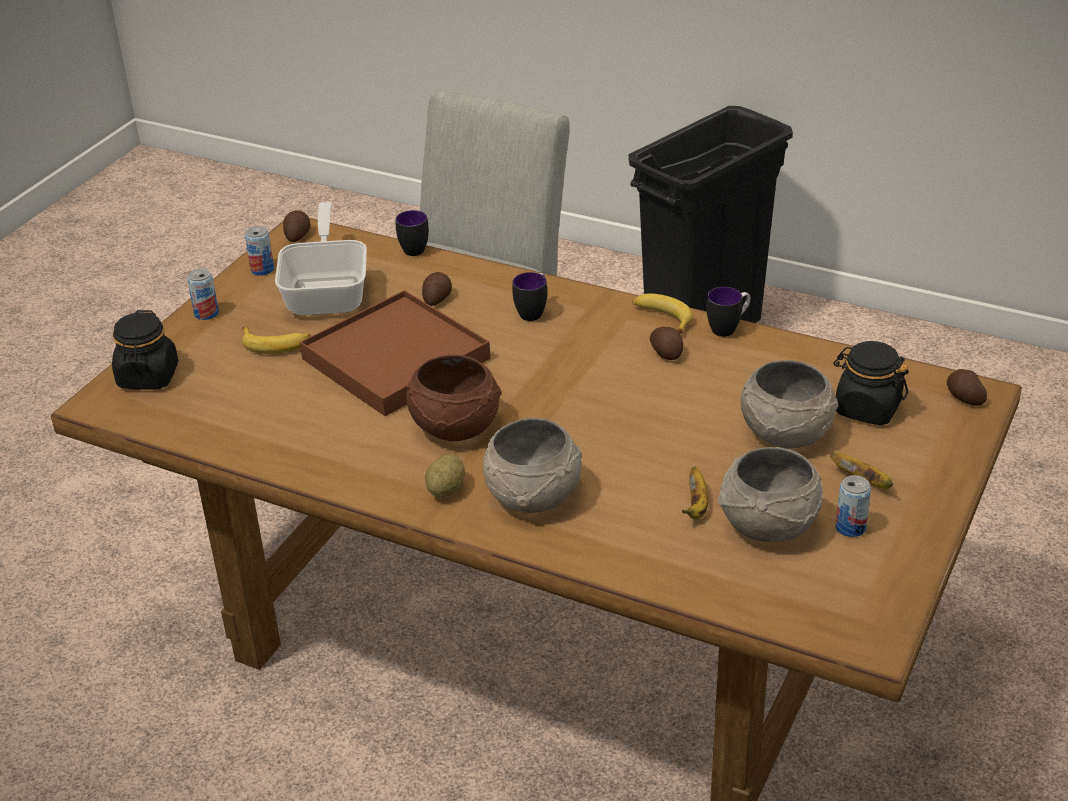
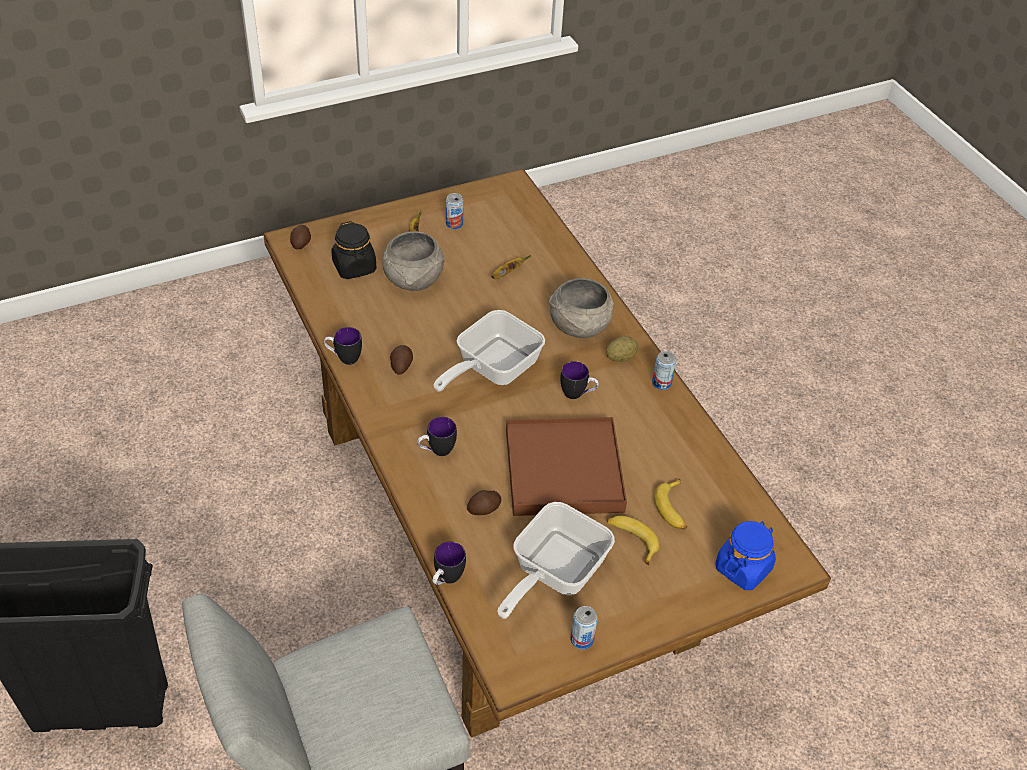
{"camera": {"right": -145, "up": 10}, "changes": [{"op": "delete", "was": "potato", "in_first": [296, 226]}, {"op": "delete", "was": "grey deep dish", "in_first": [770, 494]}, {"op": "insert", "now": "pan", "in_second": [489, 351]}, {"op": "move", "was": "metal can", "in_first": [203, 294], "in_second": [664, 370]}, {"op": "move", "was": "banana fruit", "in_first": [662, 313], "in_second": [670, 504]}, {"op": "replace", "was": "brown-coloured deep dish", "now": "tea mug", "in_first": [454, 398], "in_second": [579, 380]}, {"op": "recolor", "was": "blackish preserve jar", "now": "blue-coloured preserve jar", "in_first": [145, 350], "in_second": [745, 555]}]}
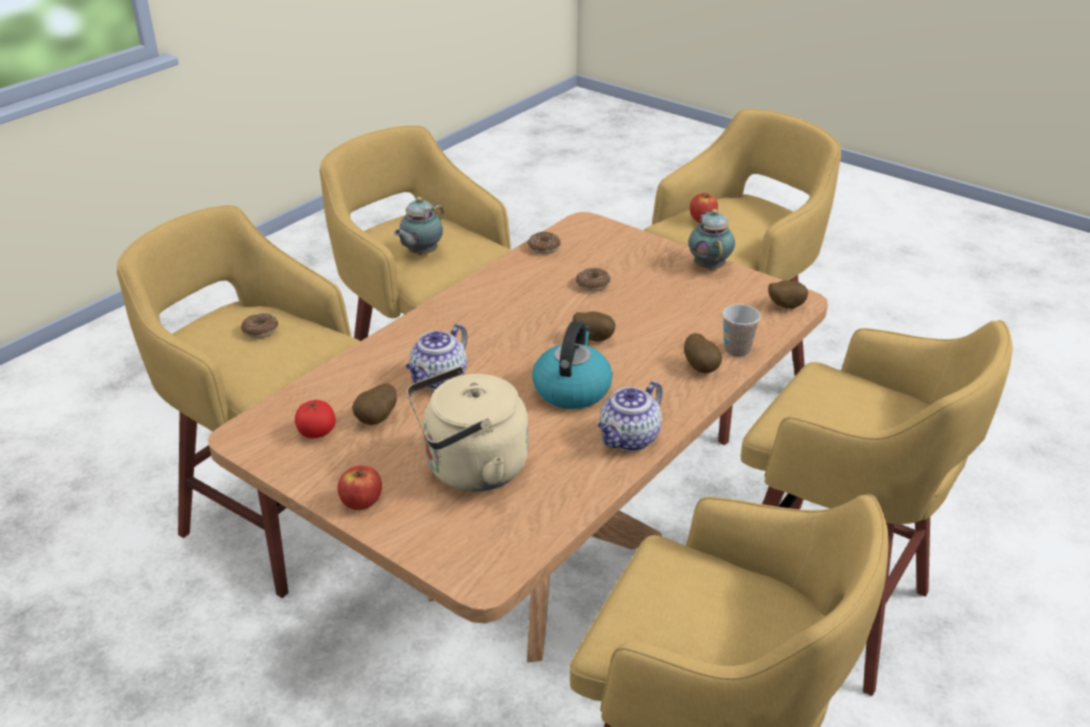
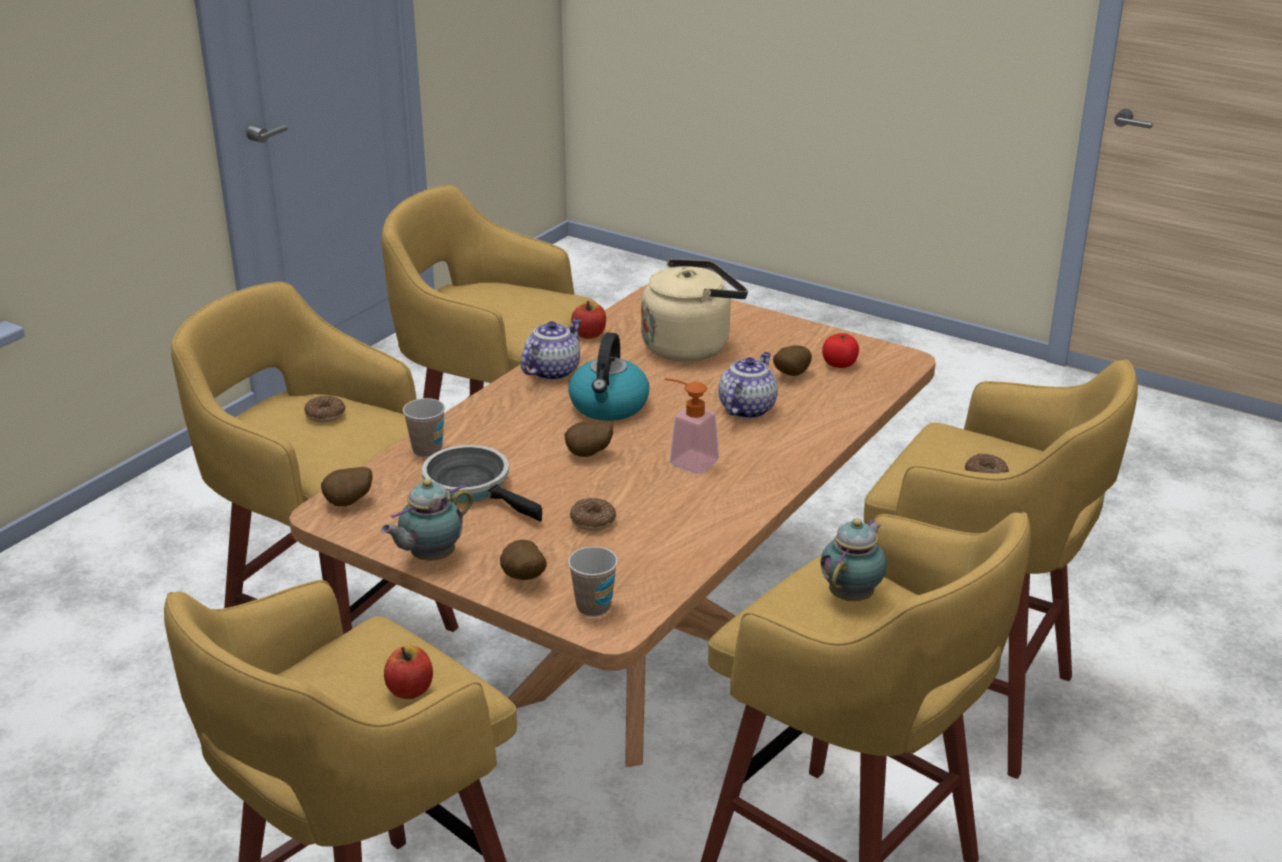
{"camera": {"right": 175, "up": -5}, "changes": [{"op": "insert", "now": "pan", "in_second": [482, 483]}, {"op": "insert", "now": "drinking cup", "in_second": [593, 582]}, {"op": "insert", "now": "liquid soap bottle", "in_second": [692, 426]}, {"op": "move", "was": "whole apple", "in_first": [359, 487], "in_second": [588, 320]}, {"op": "move", "was": "ring doughnut", "in_first": [544, 243], "in_second": [325, 409]}, {"op": "move", "was": "potato", "in_first": [703, 353], "in_second": [523, 560]}, {"op": "rotate", "was": "pot for tea", "in_first": [711, 239], "in_second": [427, 520], "clockwise": 60}]}
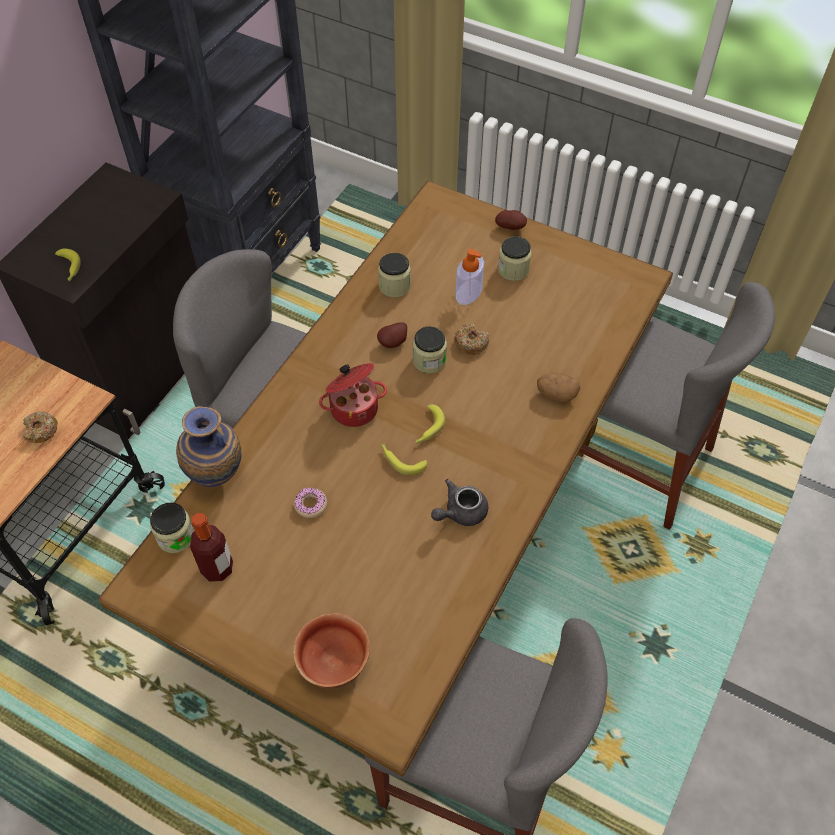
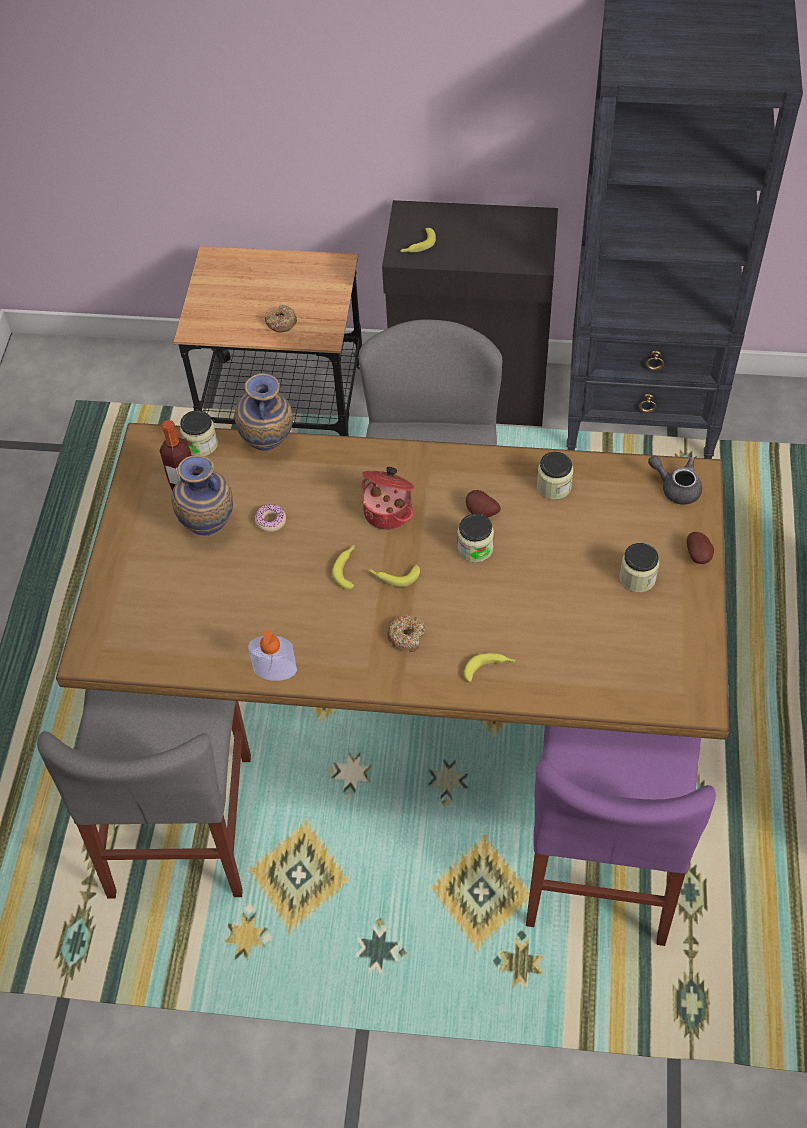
{"camera": {"right": 70, "up": 0}, "changes": [{"op": "delete", "was": "deep dish", "in_first": [331, 651]}, {"op": "insert", "now": "decorative vase", "in_second": [202, 495]}, {"op": "move", "was": "grey pot for tea", "in_first": [459, 502], "in_second": [675, 480]}, {"op": "move", "was": "ring doughnut", "in_first": [471, 338], "in_second": [407, 633]}, {"op": "move", "was": "liquid soap bottle", "in_first": [470, 277], "in_second": [272, 655]}, {"op": "replace", "was": "potato", "now": "banana fruit", "in_first": [558, 387], "in_second": [490, 667]}, {"op": "recolor", "was": "grey plain chair", "now": "purplish plain chair", "in_first": [677, 406], "in_second": [621, 836]}]}
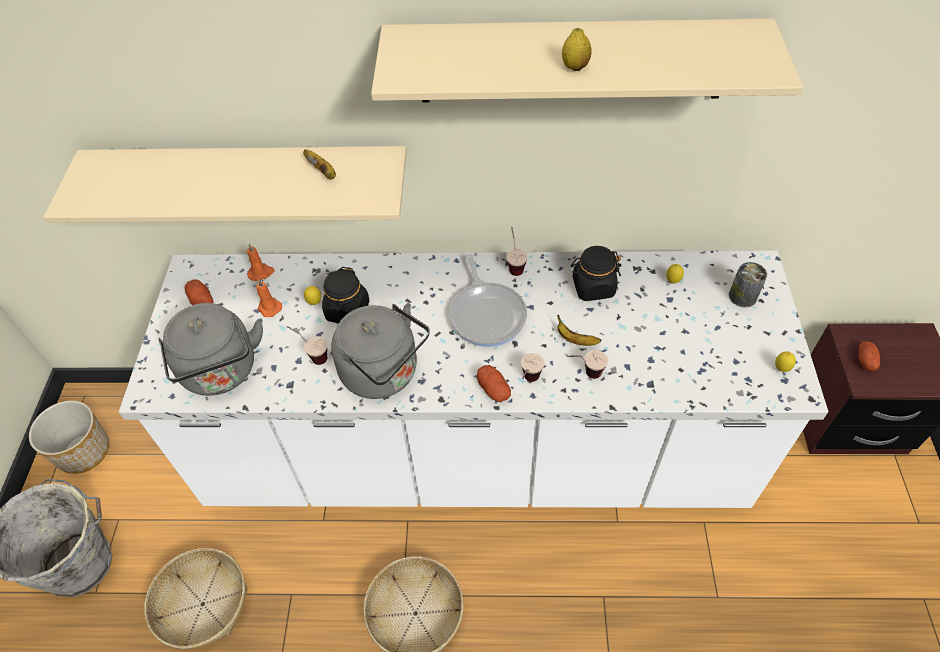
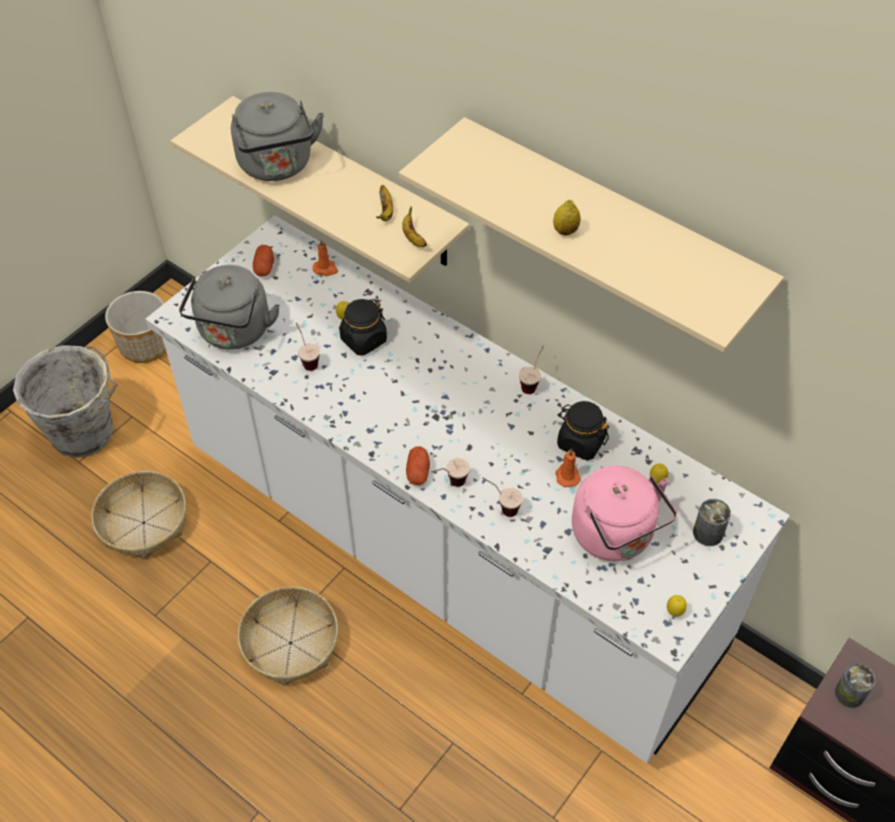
{"camera": {"right": 35, "up": 0}, "changes": [{"op": "delete", "was": "pan", "in_first": [488, 300]}, {"op": "insert", "now": "pink-coloured kettle", "in_second": [624, 513]}, {"op": "move", "was": "orangey wax candle", "in_first": [269, 298], "in_second": [568, 468]}, {"op": "move", "was": "grey kettle", "in_first": [380, 351], "in_second": [277, 136]}, {"op": "move", "was": "banana fruit", "in_first": [579, 330], "in_second": [414, 226]}, {"op": "replace", "was": "potato", "now": "metal can", "in_first": [869, 356], "in_second": [855, 686]}]}
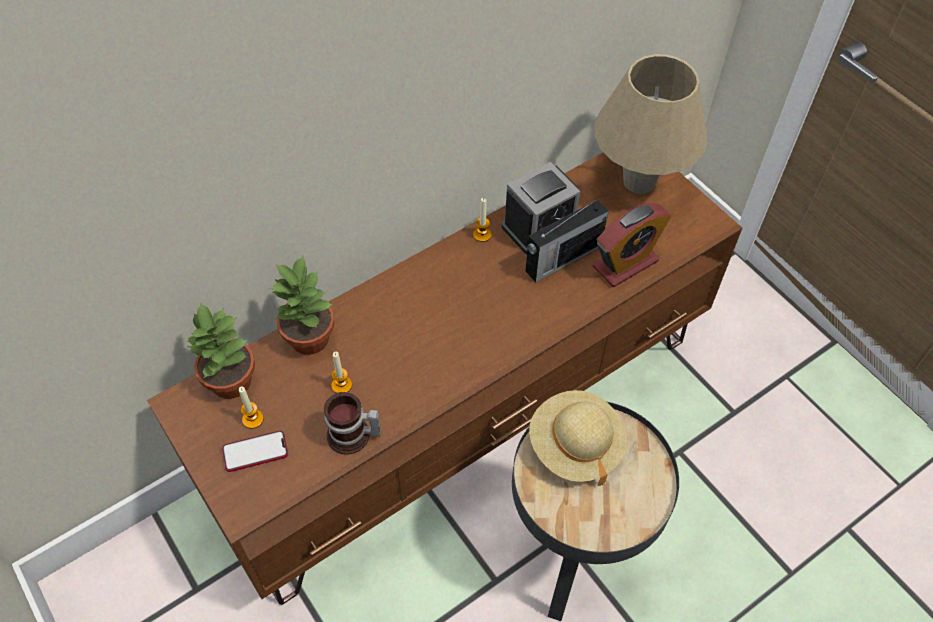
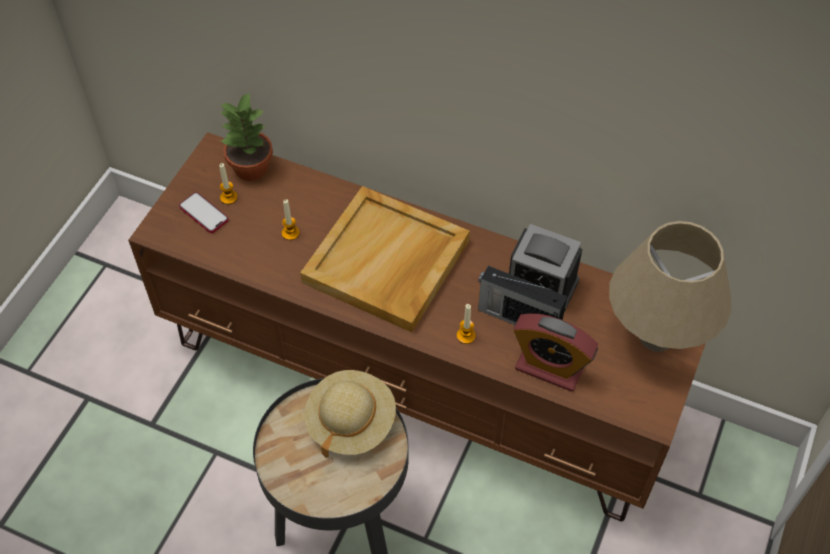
{"camera": {"right": 60, "up": 0}, "changes": [{"op": "delete", "was": "plant in a pot", "in_first": [302, 305]}, {"op": "delete", "was": "tea mug", "in_first": [352, 423]}, {"op": "insert", "now": "beige-coloured serving tray", "in_second": [385, 259]}, {"op": "move", "was": "wax candle", "in_first": [482, 220], "in_second": [466, 324]}]}
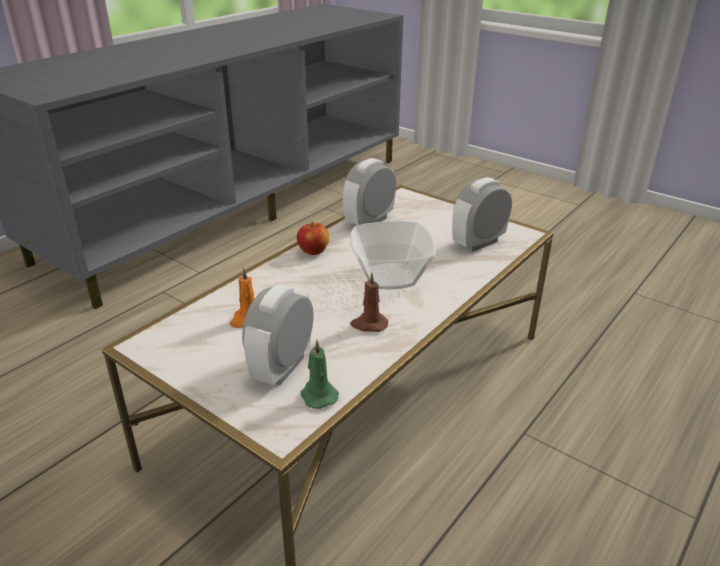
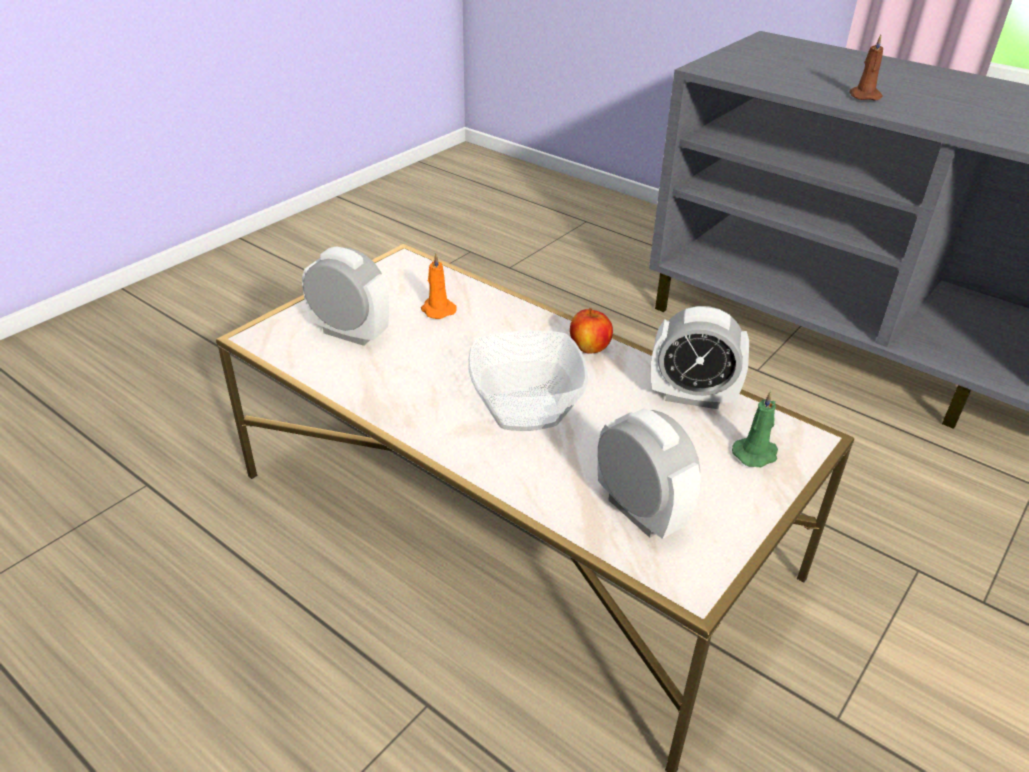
{"camera": {"right": 90, "up": 5}, "changes": [{"op": "move", "was": "green wax candle", "in_first": [319, 374], "in_second": [755, 429]}, {"op": "move", "was": "brown-coloured wax candle", "in_first": [369, 302], "in_second": [866, 68]}, {"op": "rotate", "was": "table clock", "in_first": [370, 192], "in_second": [700, 357], "clockwise": 150}]}
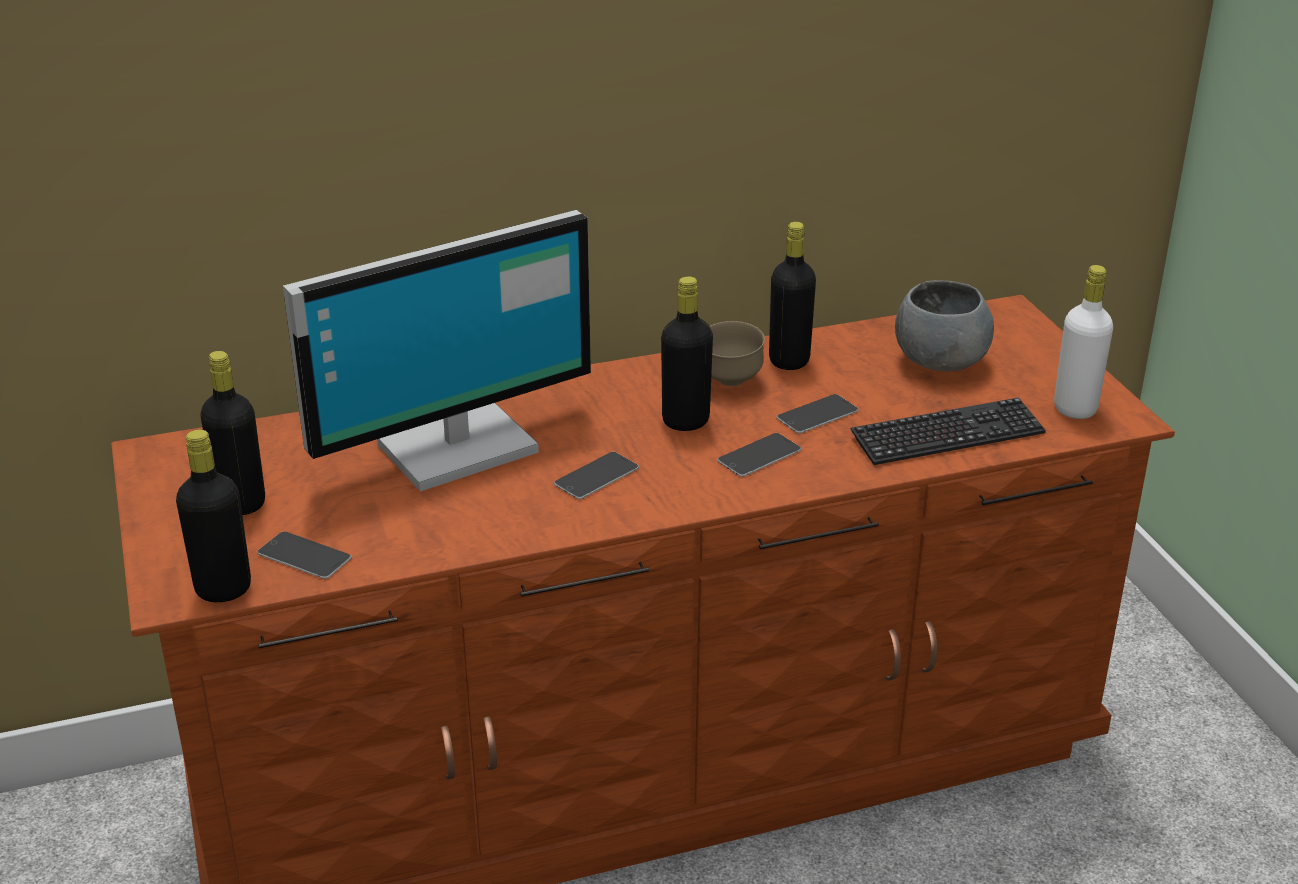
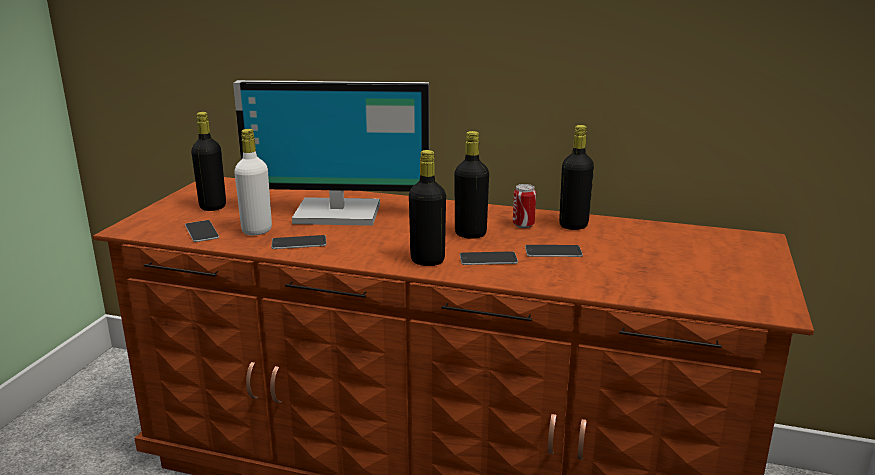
{"camera": {"right": 35, "up": -10}, "changes": [{"op": "delete", "was": "computer keyboard", "in_first": [948, 431]}, {"op": "delete", "was": "grey deep dish", "in_first": [944, 325]}, {"op": "move", "was": "blackish bottle", "in_first": [213, 516], "in_second": [427, 208]}, {"op": "move", "was": "handset", "in_first": [596, 475], "in_second": [299, 242]}, {"op": "move", "was": "white-coloured bottle", "in_first": [1083, 342], "in_second": [253, 182]}, {"op": "replace", "was": "brown-coloured deep dish", "now": "metal can", "in_first": [737, 353], "in_second": [524, 206]}]}
